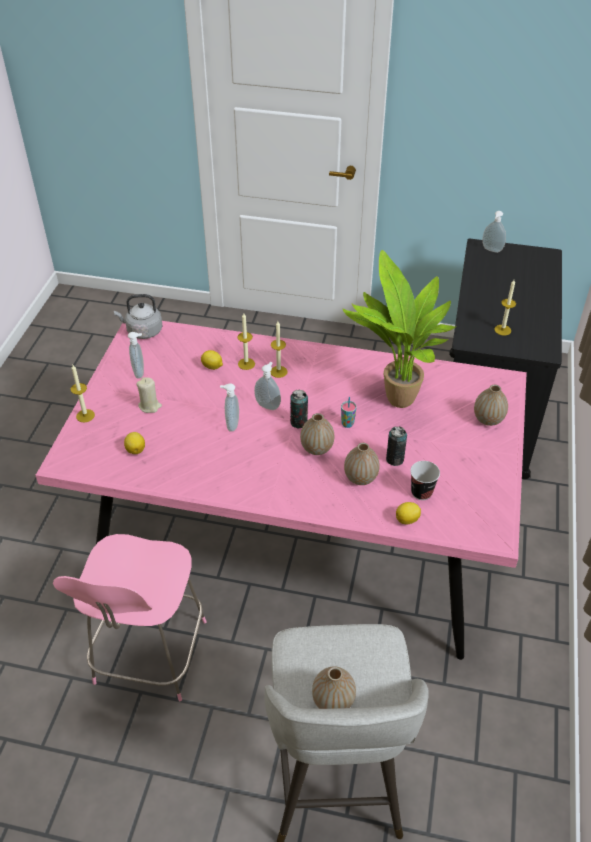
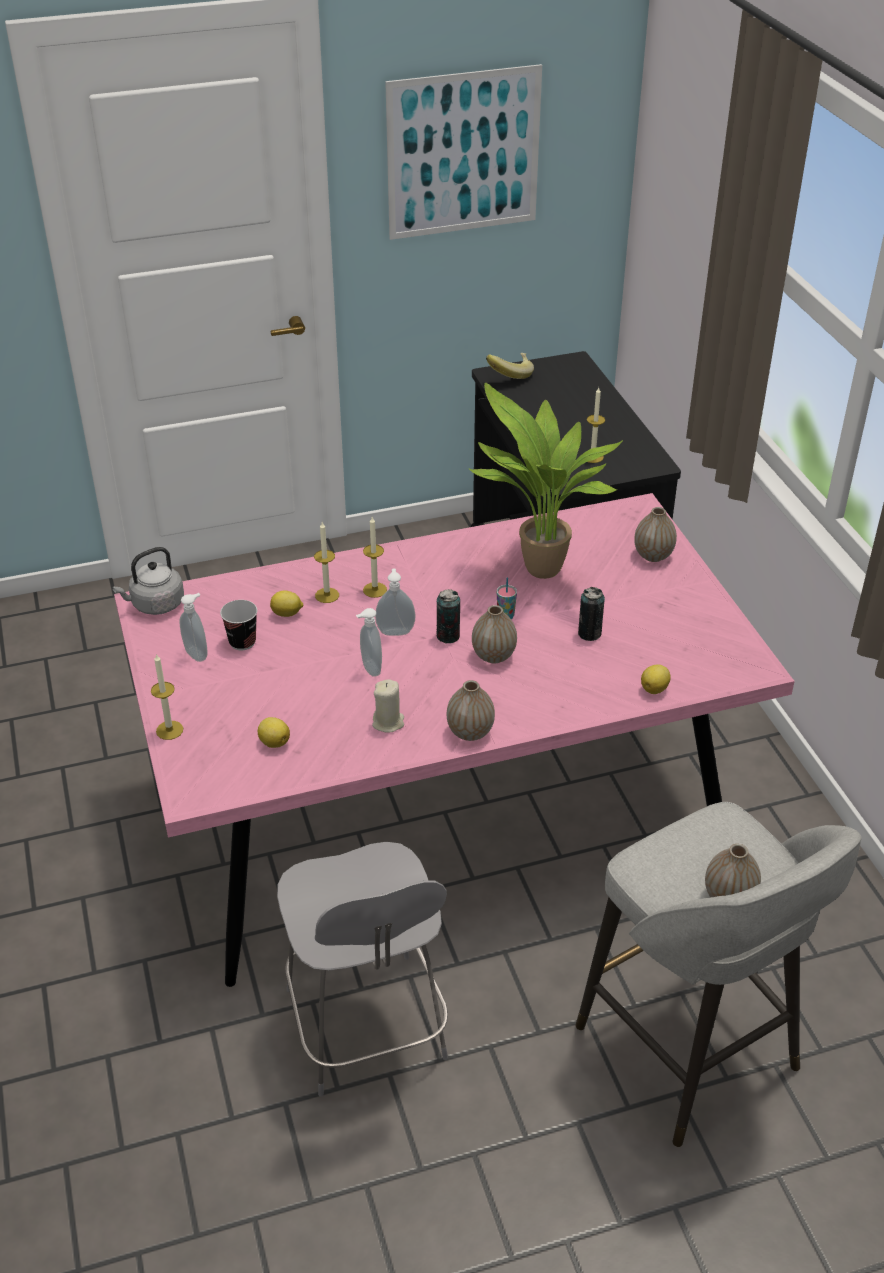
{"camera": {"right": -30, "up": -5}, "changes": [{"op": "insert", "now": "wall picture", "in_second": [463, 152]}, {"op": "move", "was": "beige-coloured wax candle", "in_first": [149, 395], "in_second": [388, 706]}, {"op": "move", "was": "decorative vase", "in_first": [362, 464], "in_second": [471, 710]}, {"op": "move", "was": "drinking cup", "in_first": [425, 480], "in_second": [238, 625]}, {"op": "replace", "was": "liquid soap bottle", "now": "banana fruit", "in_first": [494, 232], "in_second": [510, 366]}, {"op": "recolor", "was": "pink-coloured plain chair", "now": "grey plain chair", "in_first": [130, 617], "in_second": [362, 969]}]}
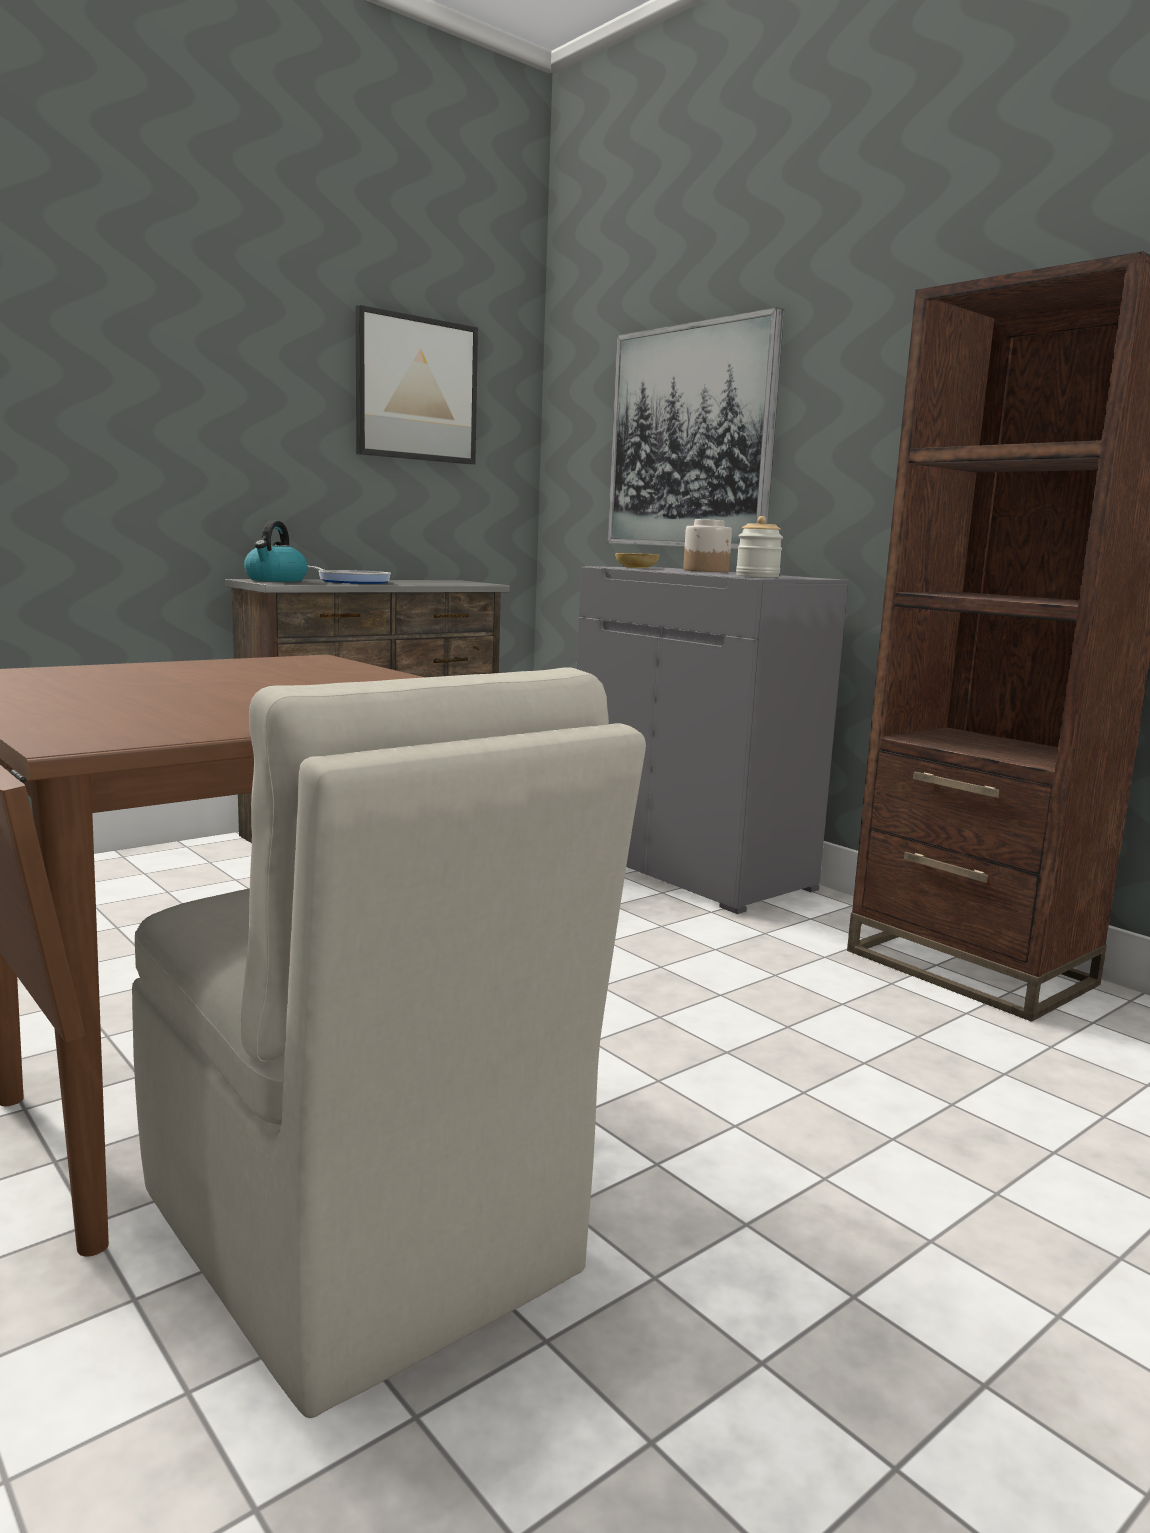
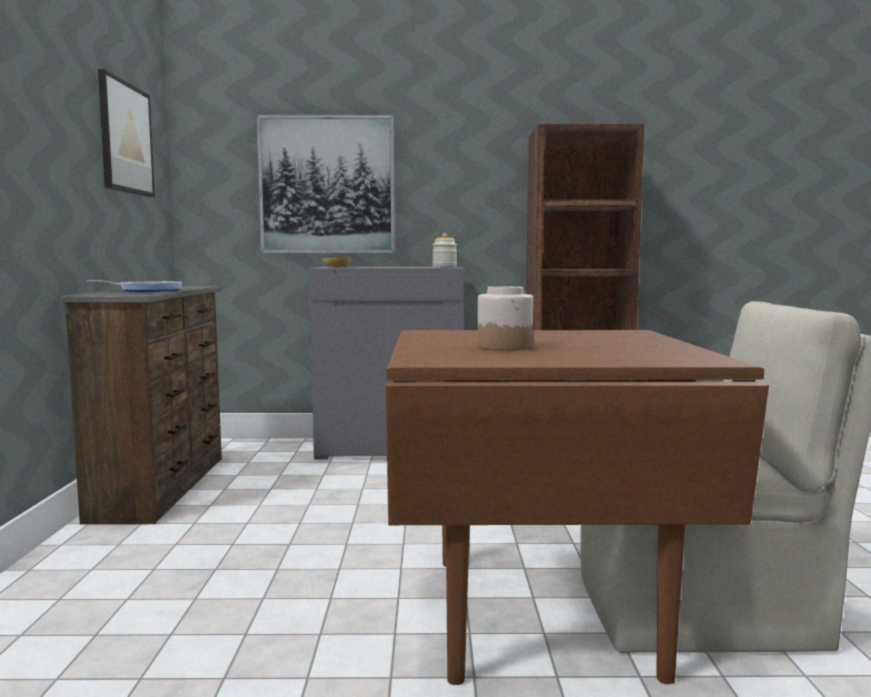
{"camera": {"right": -50, "up": -5}, "changes": [{"op": "delete", "was": "kettle", "in_first": [276, 551]}, {"op": "move", "was": "preserve jar", "in_first": [707, 545], "in_second": [505, 318]}]}
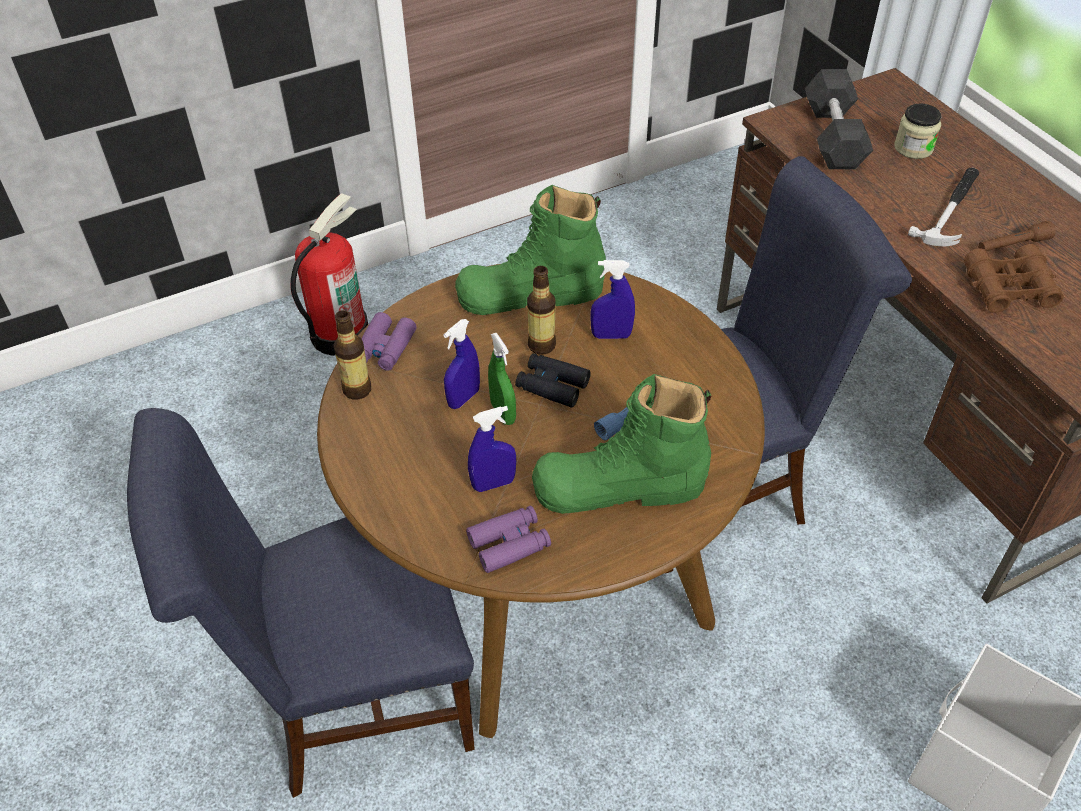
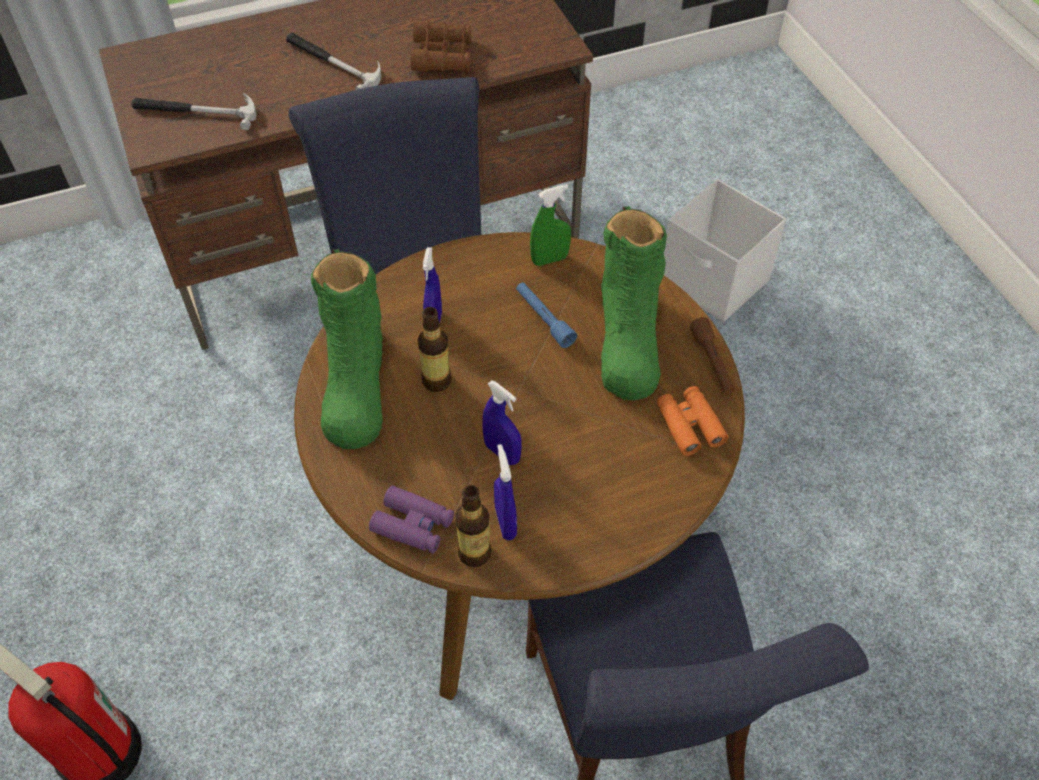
{"camera": {"right": -85, "up": 5}, "changes": [{"op": "delete", "was": "blackish field glasses", "in_first": [553, 380]}, {"op": "delete", "was": "preserve jar", "in_first": [917, 131]}, {"op": "move", "was": "blue-coloured sprayer", "in_first": [492, 449], "in_second": [505, 492]}, {"op": "move", "was": "green sprayer", "in_first": [502, 379], "in_second": [550, 225]}, {"op": "move", "was": "brown-coloured hand torch", "in_first": [1017, 236], "in_second": [712, 356]}, {"op": "replace", "was": "grey free weight", "now": "hammer", "in_first": [839, 119], "in_second": [193, 111]}, {"op": "recolor", "was": "purplish field glasses", "now": "orangey field glasses", "in_first": [508, 539], "in_second": [692, 421]}]}
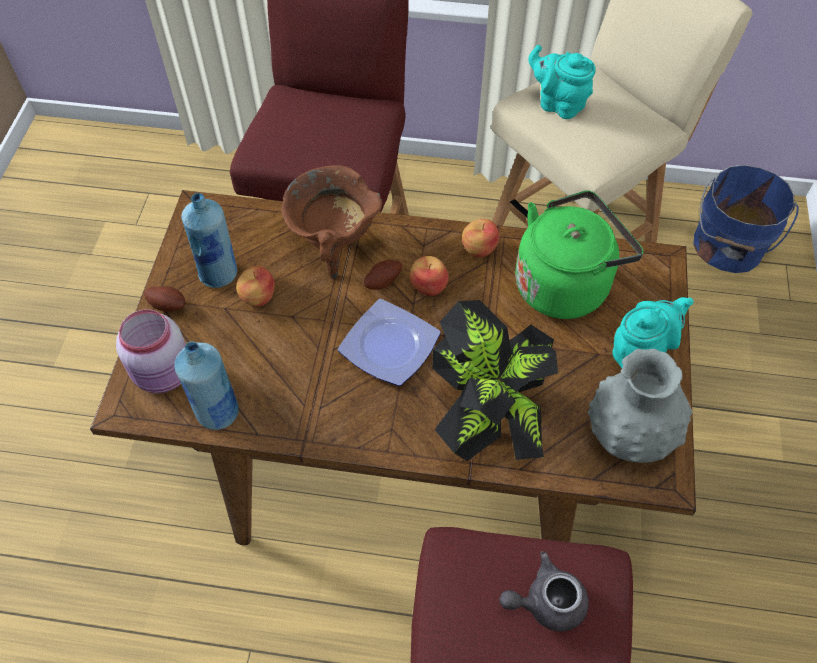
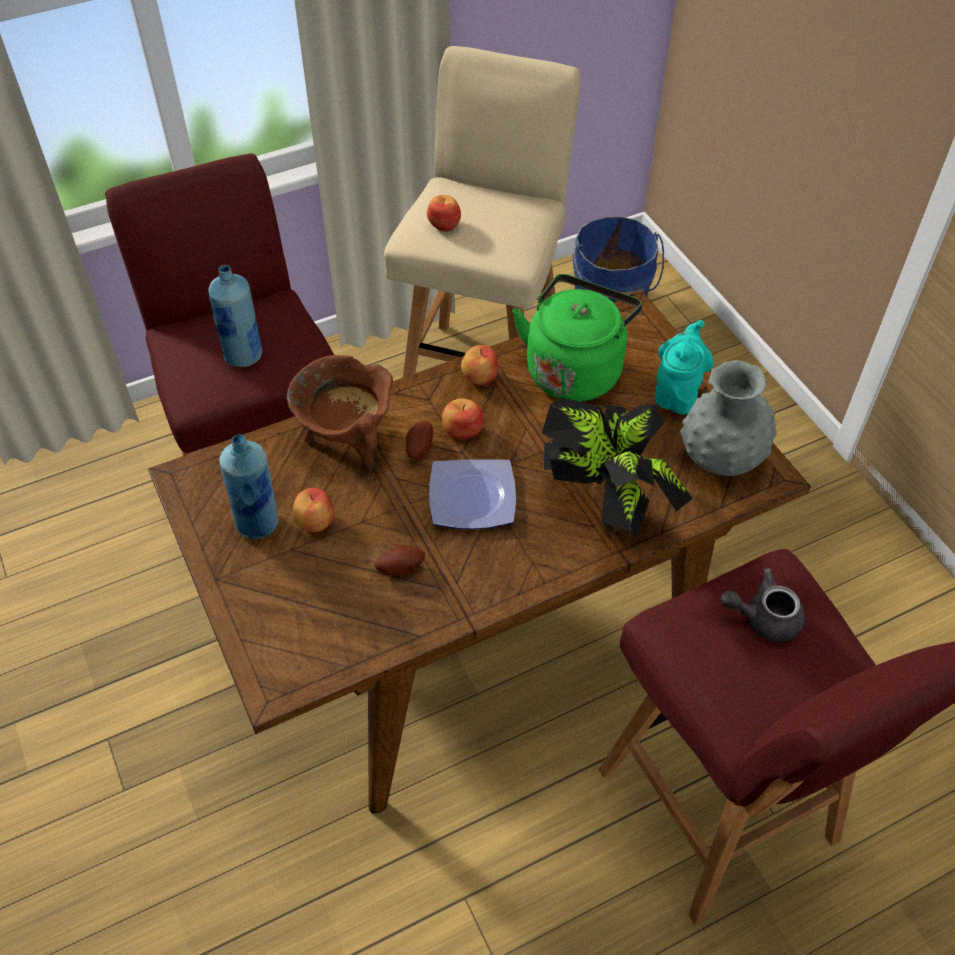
{"camera": {"right": -35, "up": -5}, "changes": [{"op": "delete", "was": "pink-coloured preserve jar", "in_first": [151, 351]}, {"op": "move", "was": "potato", "in_first": [165, 299], "in_second": [400, 560]}, {"op": "move", "was": "blue-coloured bottle", "in_first": [206, 385], "in_second": [235, 316]}, {"op": "replace", "was": "turquoise pot for tea", "now": "whole apple", "in_first": [561, 82], "in_second": [444, 213]}, {"op": "rotate", "was": "grey pot for tea", "in_first": [544, 591], "in_second": [763, 605], "clockwise": 45}]}
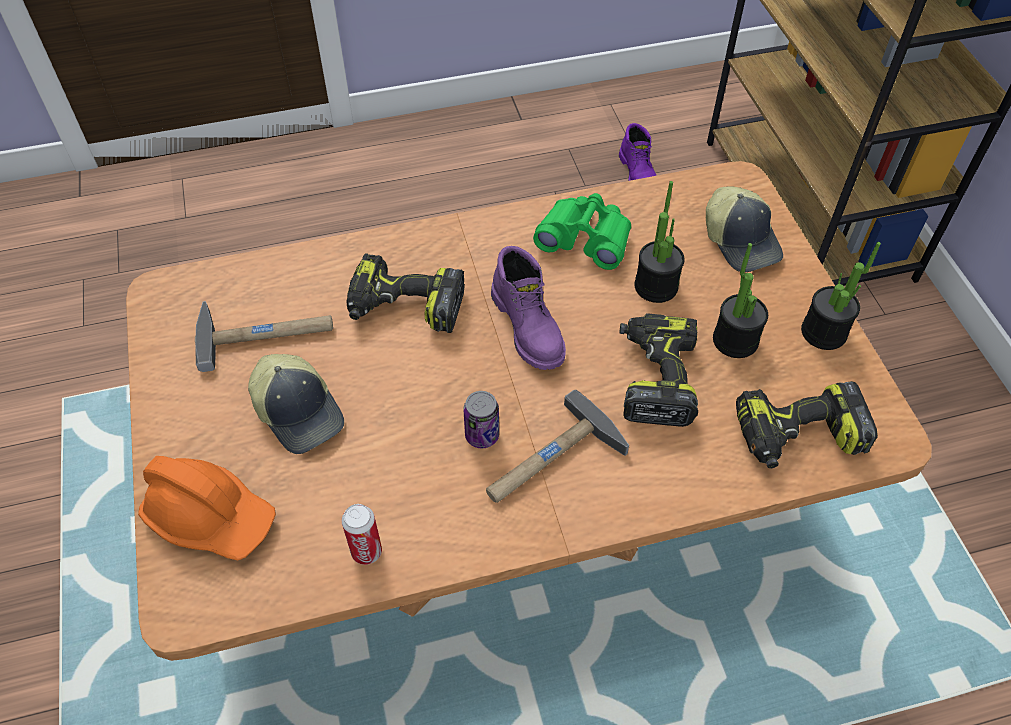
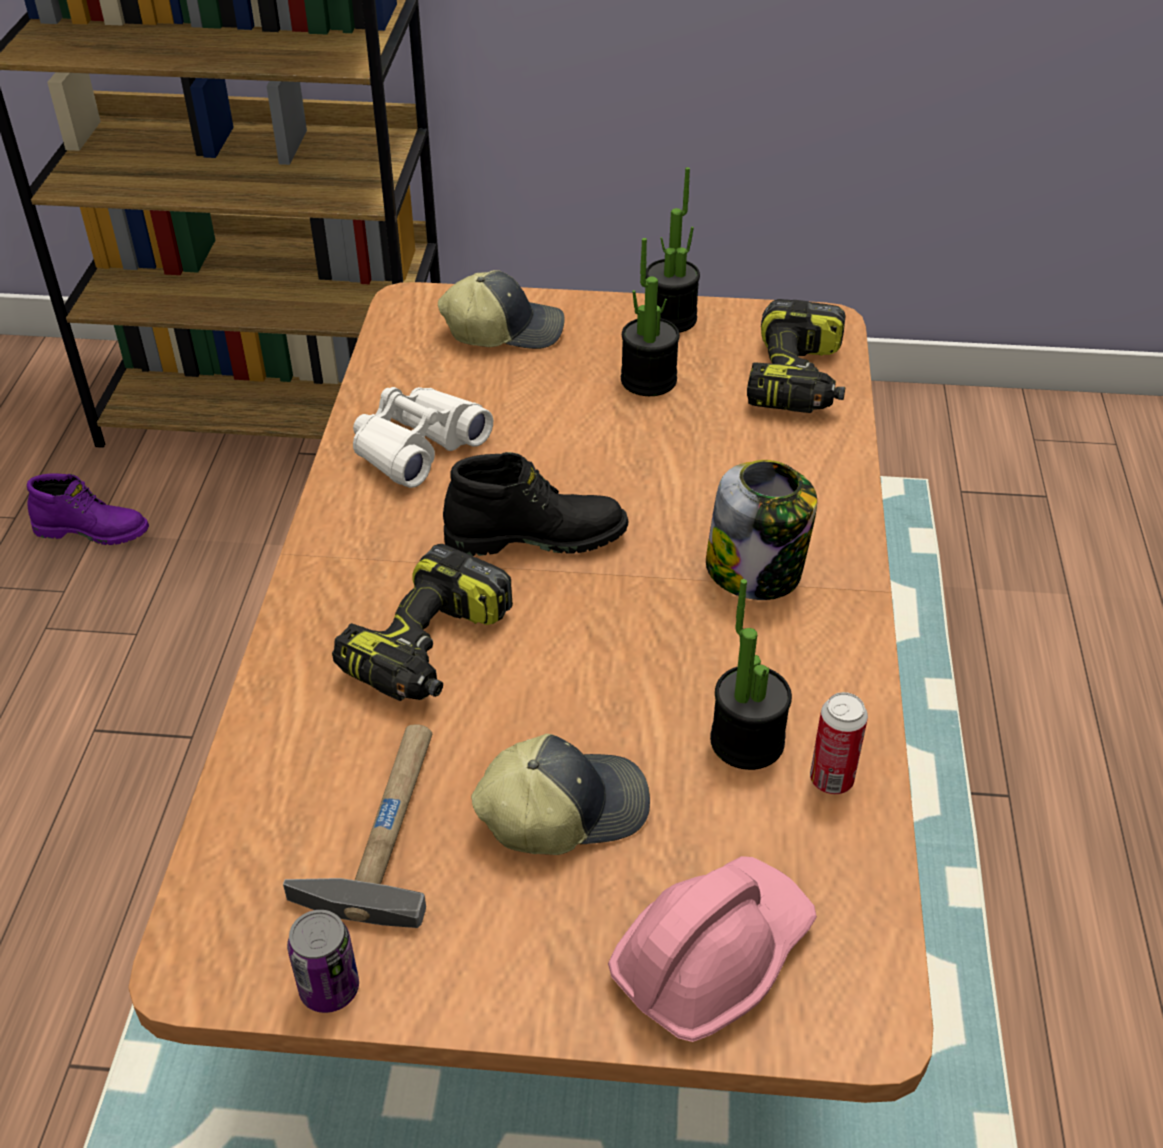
{"camera": {"right": -70, "up": -10}, "changes": [{"op": "delete", "was": "power drill", "in_first": [659, 370]}, {"op": "move", "was": "metal can", "in_first": [481, 419], "in_second": [323, 961]}, {"op": "move", "was": "plant in a pot", "in_first": [660, 242], "in_second": [751, 674]}, {"op": "replace", "was": "hammer", "now": "preserve jar", "in_first": [557, 446], "in_second": [761, 530]}, {"op": "recolor", "was": "orangey hard hat", "now": "pink-coloured hard hat", "in_first": [207, 508], "in_second": [712, 949]}, {"op": "recolor", "was": "purplish tall boot", "now": "blackish tall boot", "in_first": [528, 308], "in_second": [535, 504]}, {"op": "recolor", "was": "green field glasses", "now": "white-coloured field glasses", "in_first": [582, 231], "in_second": [423, 437]}]}
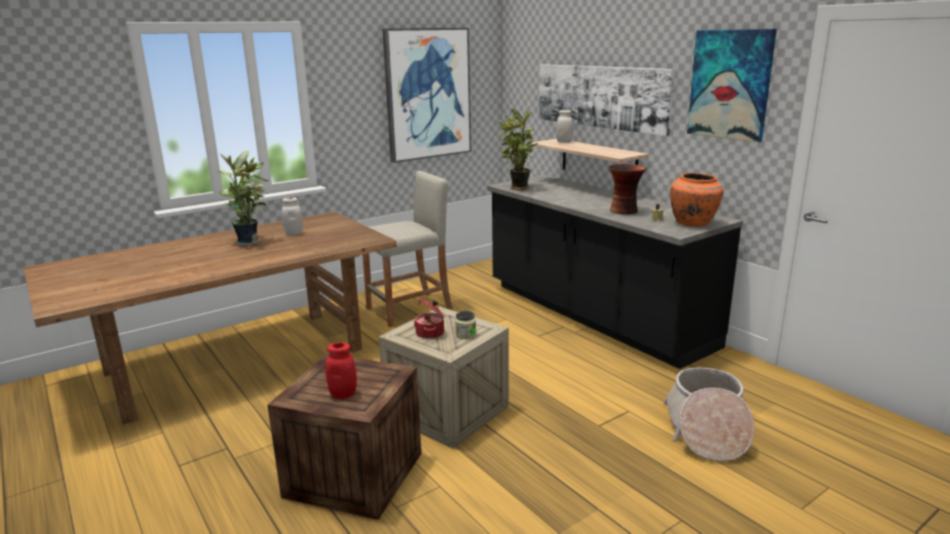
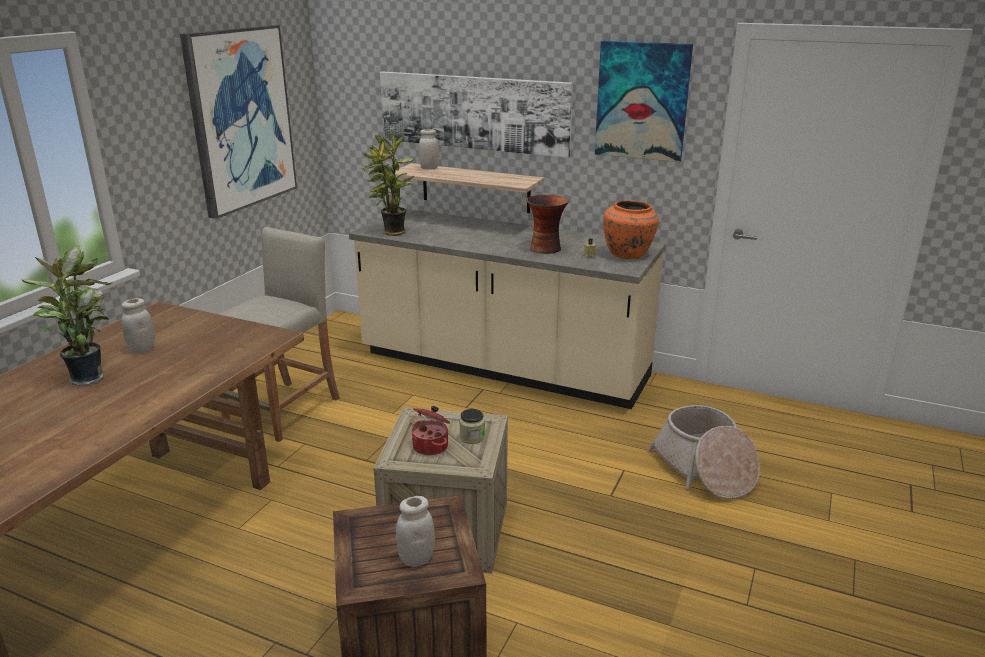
{"camera": {"right": -30, "up": 5}, "changes": [{"op": "recolor", "was": "red preserve jar", "now": "white-coloured preserve jar", "in_first": [341, 370], "in_second": [415, 531]}, {"op": "recolor", "was": "blackish counter", "now": "beige-coloured counter", "in_first": [615, 272], "in_second": [507, 309]}]}
